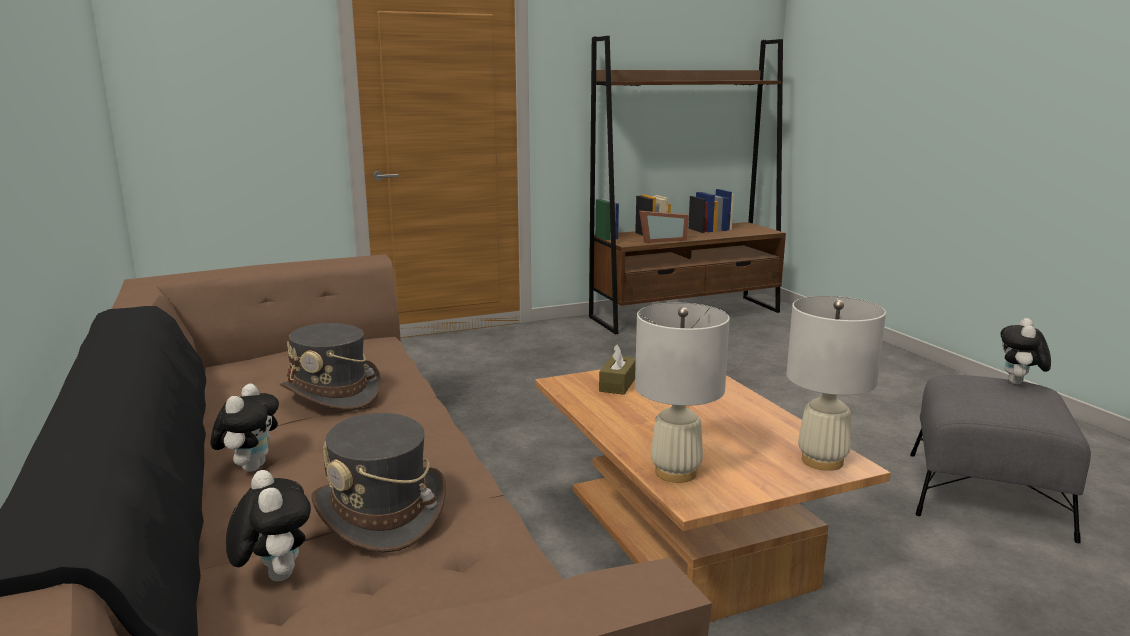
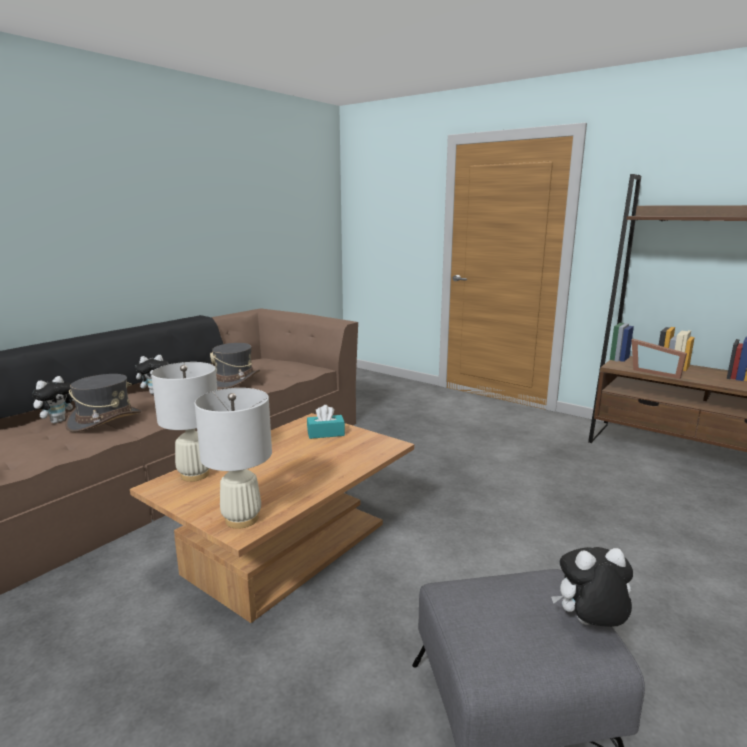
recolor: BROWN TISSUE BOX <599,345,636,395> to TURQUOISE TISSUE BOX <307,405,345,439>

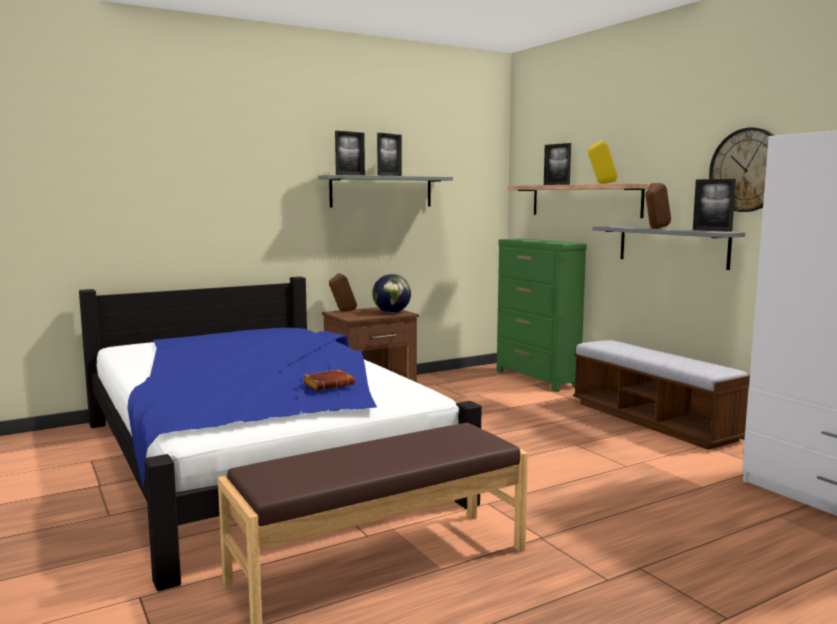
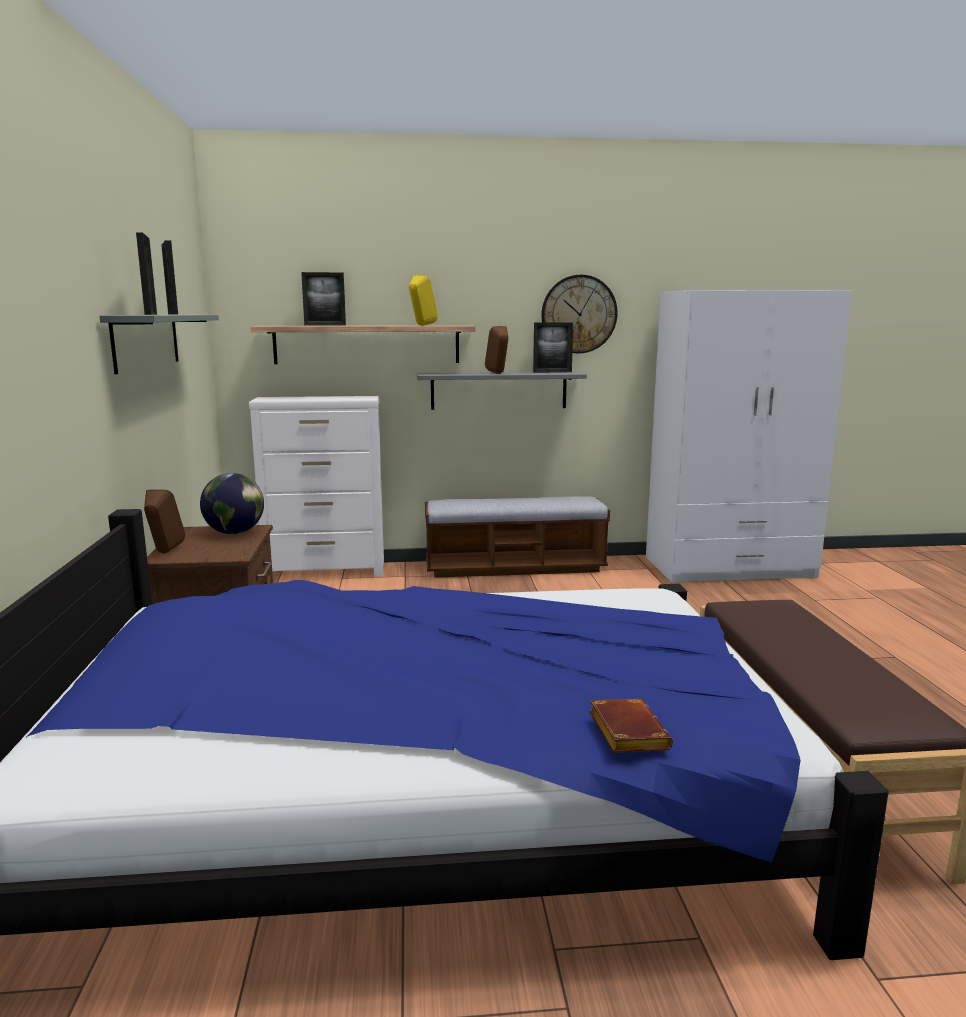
move: BROWN BOOK <303,369,355,391> to <589,699,673,753>
recolor: GREEN DRESSER <497,238,587,392> to WHITE DRESSER <249,396,384,576>

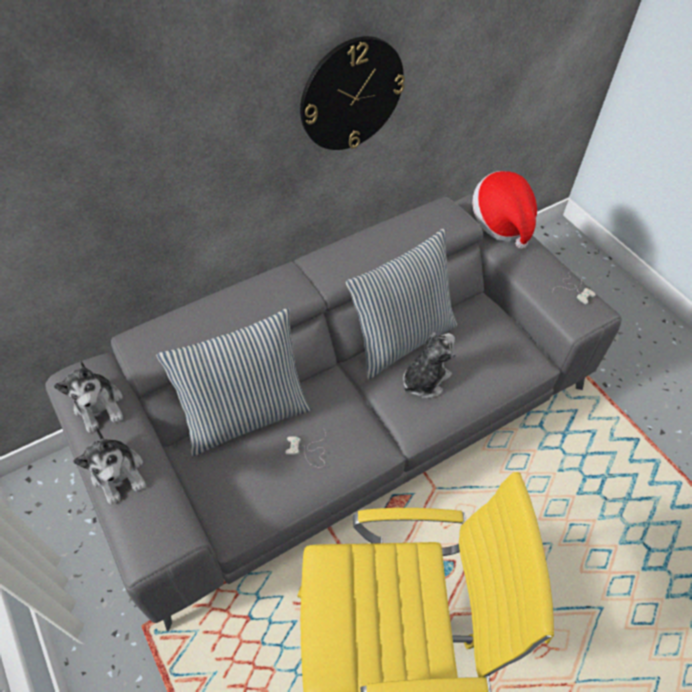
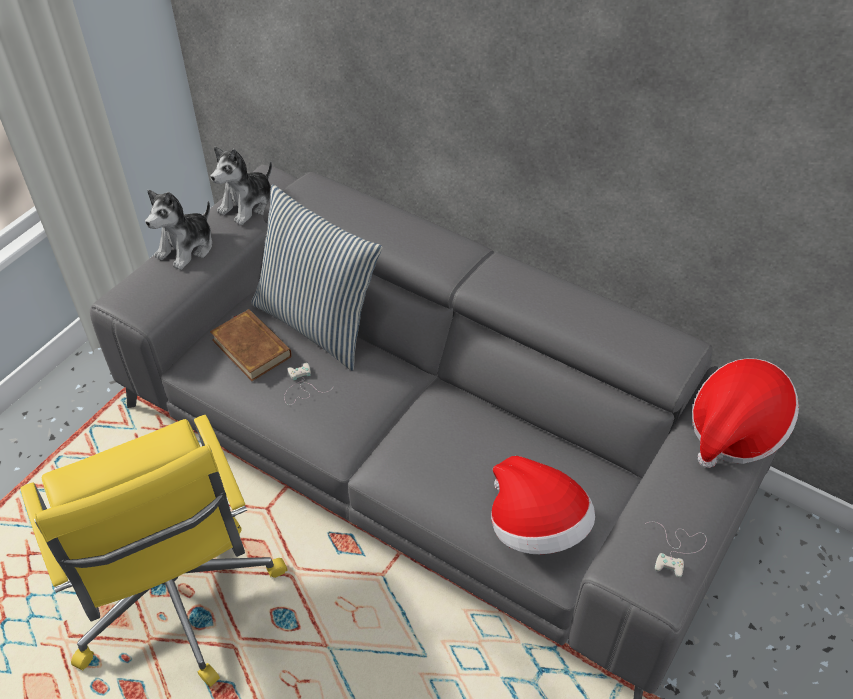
delete: WALL CLOCK <300,36,405,150>; PILLOW <346,228,457,379>; PLUSH TOY <403,333,455,398>
insert: BROWN BOOK <210,309,292,381>; HAT <491,456,595,554>

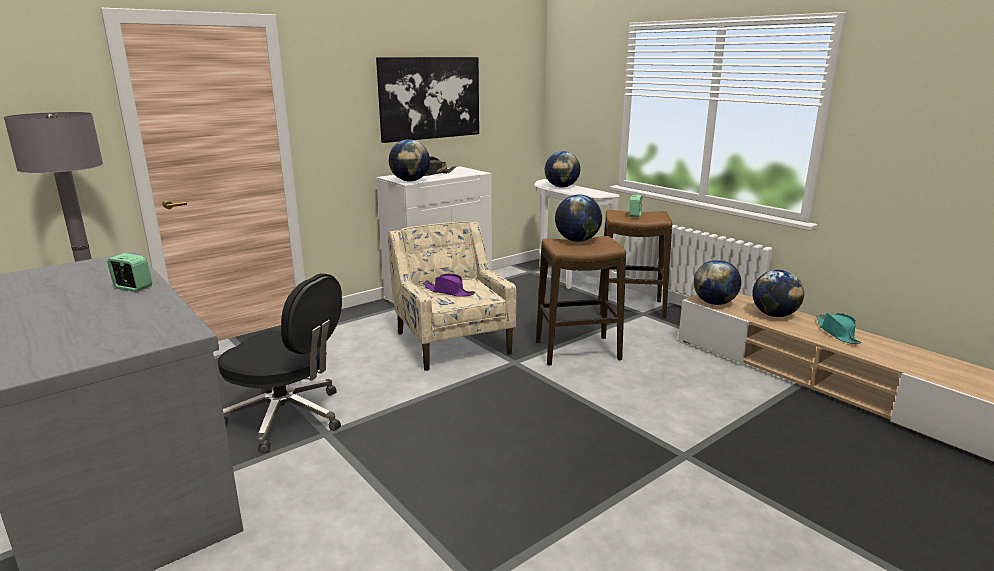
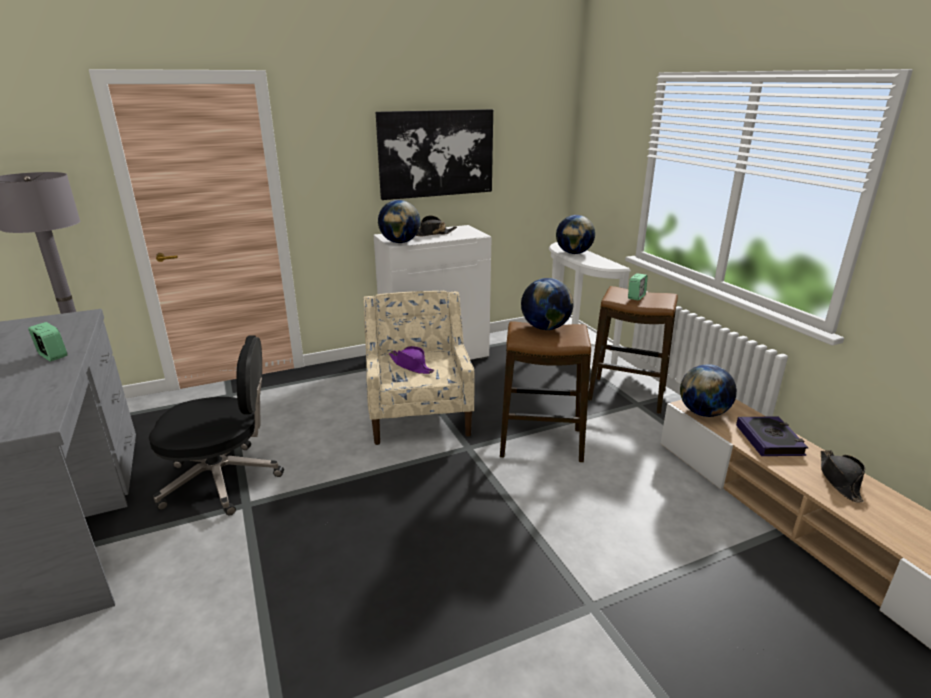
replace: GLOBE <752,270,804,317> to BOOK <736,416,809,456>
recolor: TURQUOISE HAT <816,313,861,344> to BLACK HAT <821,450,865,503>
rotate: BLACK OFFICE CHAIR <218,273,342,453> = <149,335,284,516> 45 degrees counterclockwise

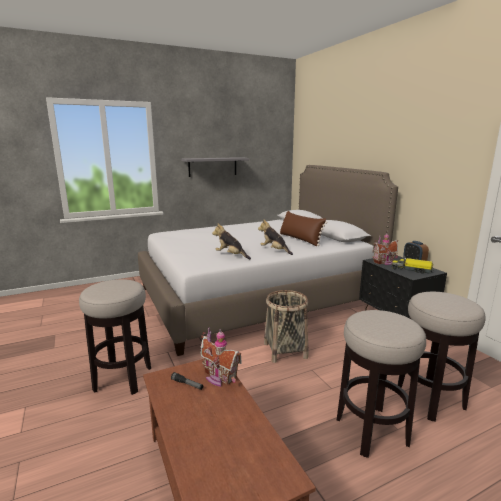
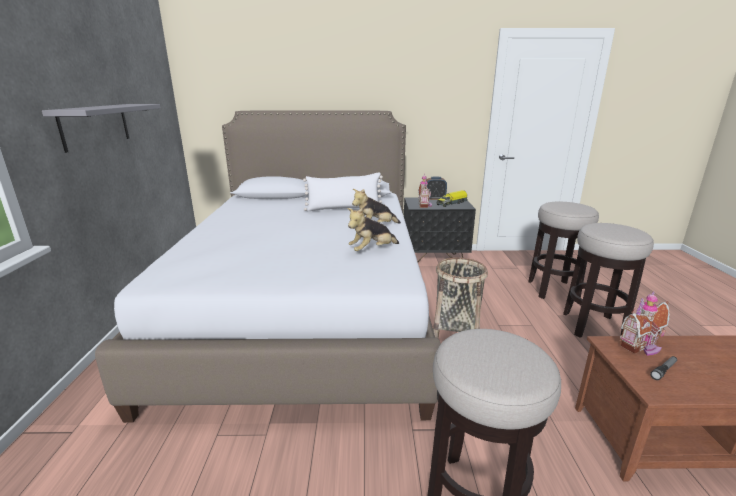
recolor: BROWN PILLOW <280,211,328,246> to WHITE PILLOW <303,172,383,211>

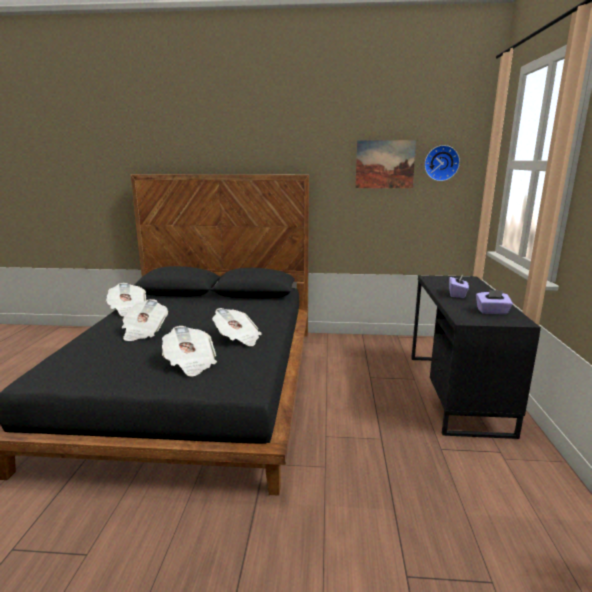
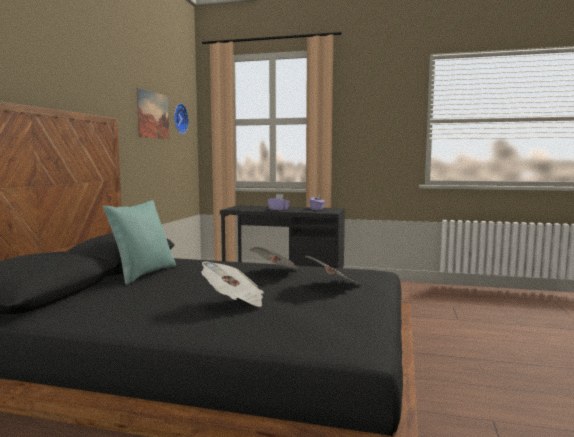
delete: NEWSPAPER <106,283,146,317>
insert: TURQUOISE PILLOW <103,200,176,285>

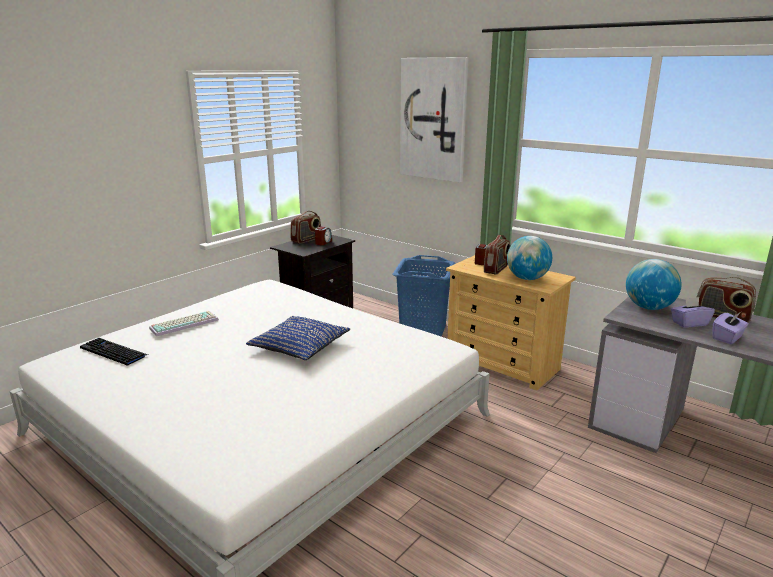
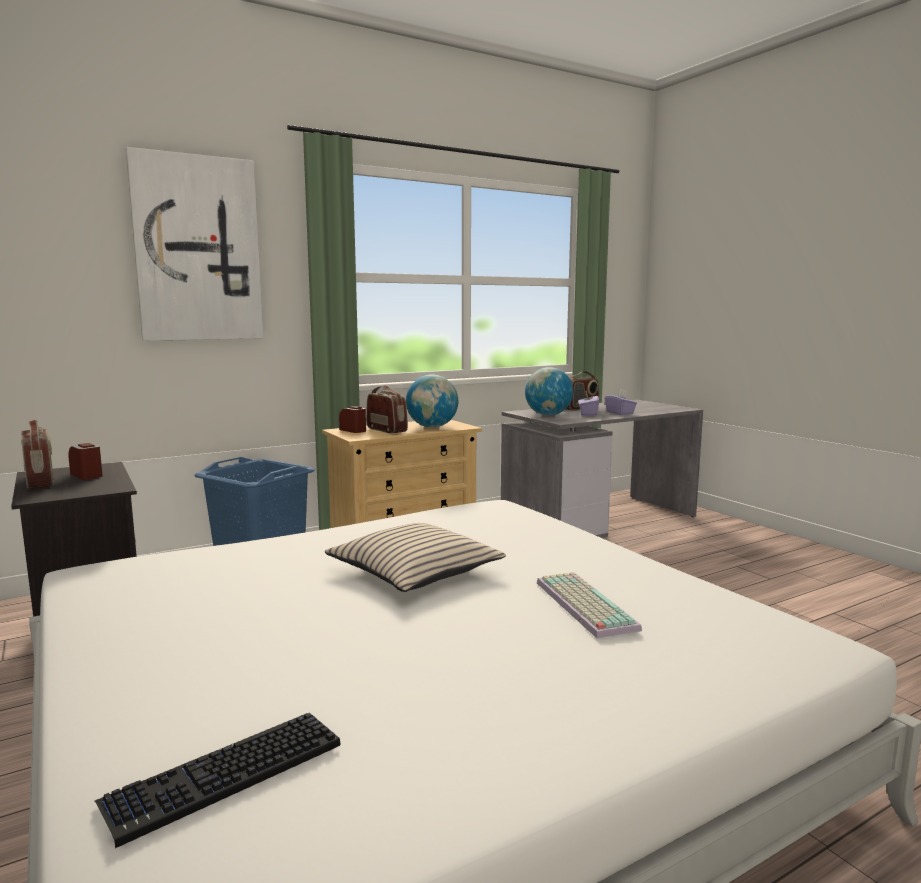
move: KEYBOARD <149,311,219,337> to <537,572,642,638>
recolor: BLUE PILLOW <246,316,350,360> to BEIGE PILLOW <325,523,506,592>

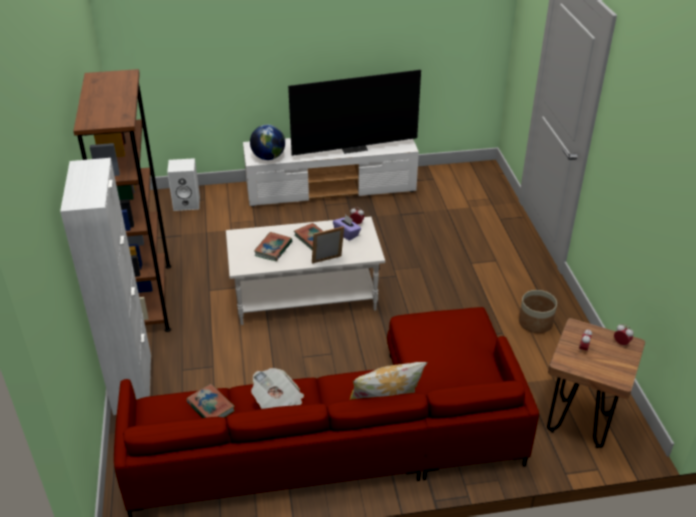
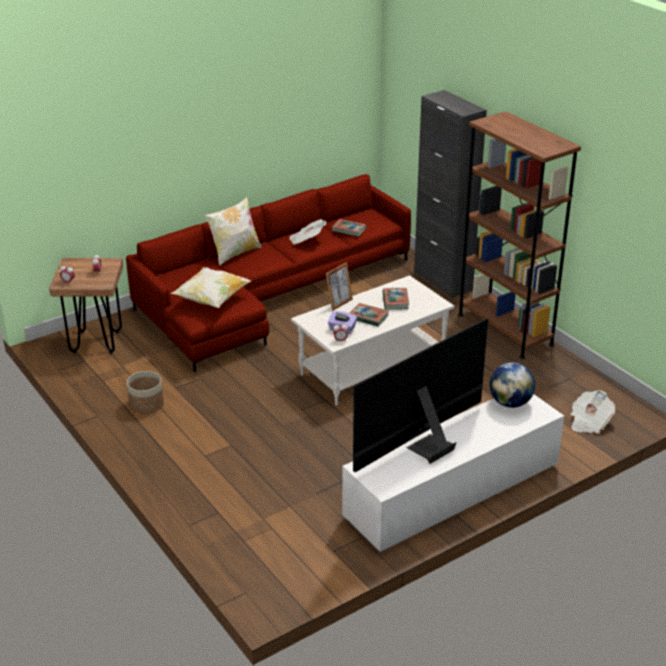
insert: PILLOW <171,267,251,308>
replace: WHITE SPEAKER <167,158,200,211> to NEWSPAPER <571,390,615,434>
recolor: WHITE CABINET <60,158,151,415> to BLACK CABINET <414,90,487,298>

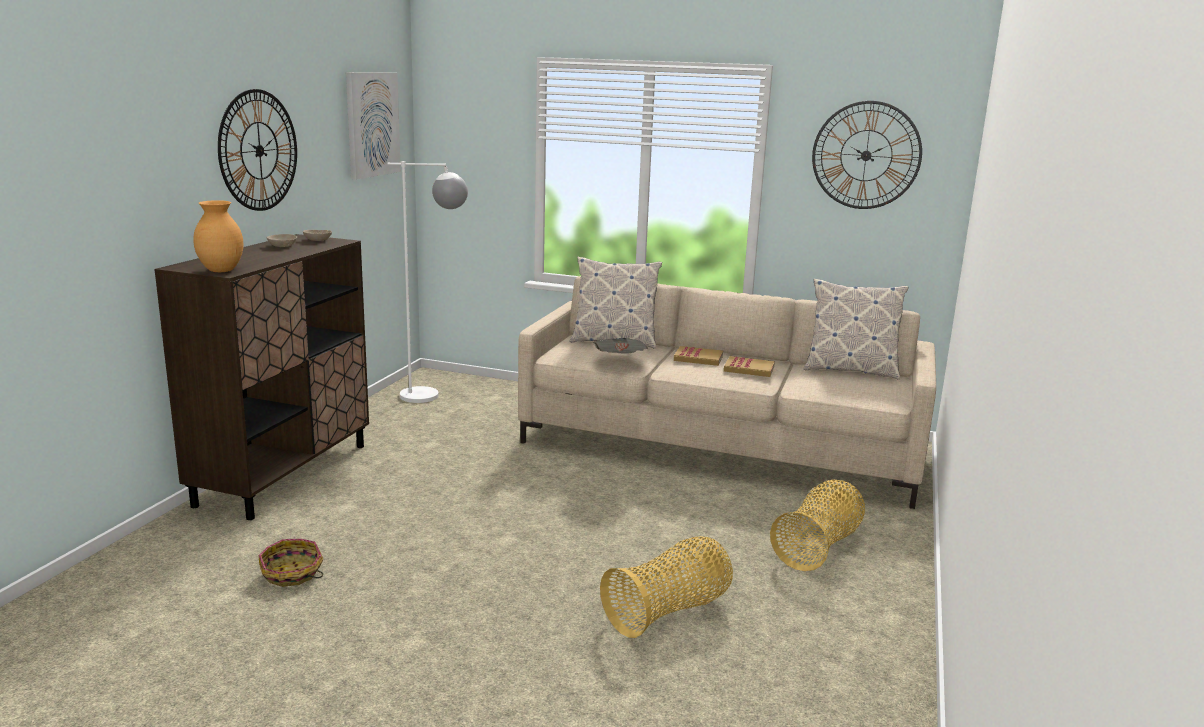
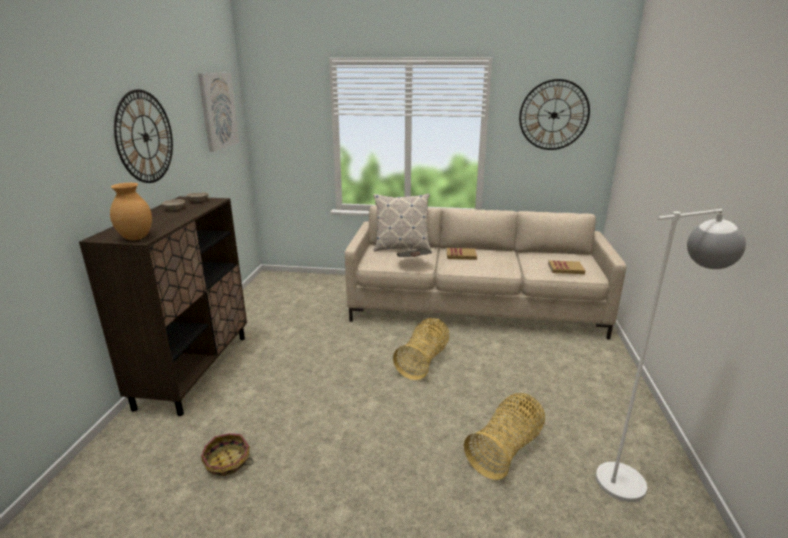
delete: PILLOW <803,279,908,380>
move: WHITE FLOOR LAMP <388,161,468,403> to <596,209,746,502>; BOOK <724,356,775,377> to <548,260,585,274>; BASKET <770,479,865,571> to <393,318,449,380>

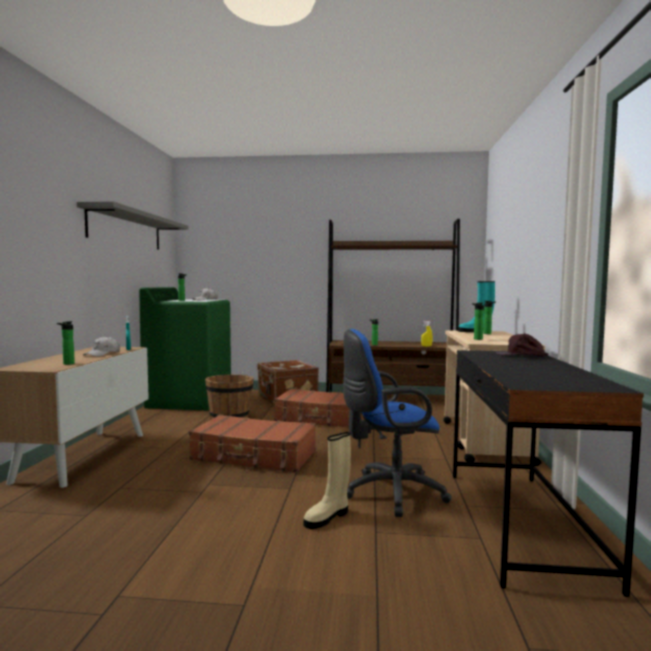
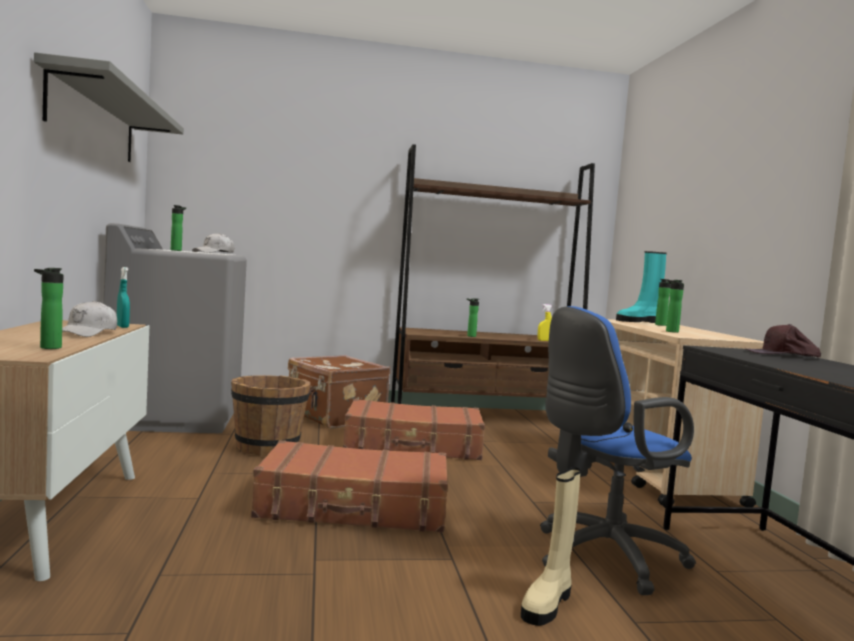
recolor: GREEN WASHING MACHINE <139,287,231,410> to GREY WASHING MACHINE <103,223,247,433>

